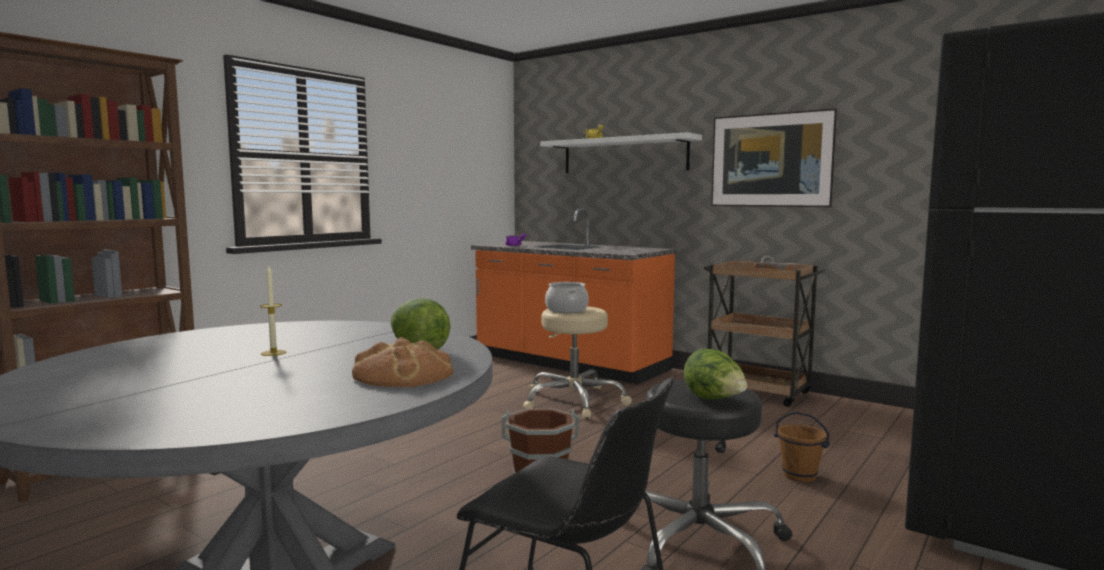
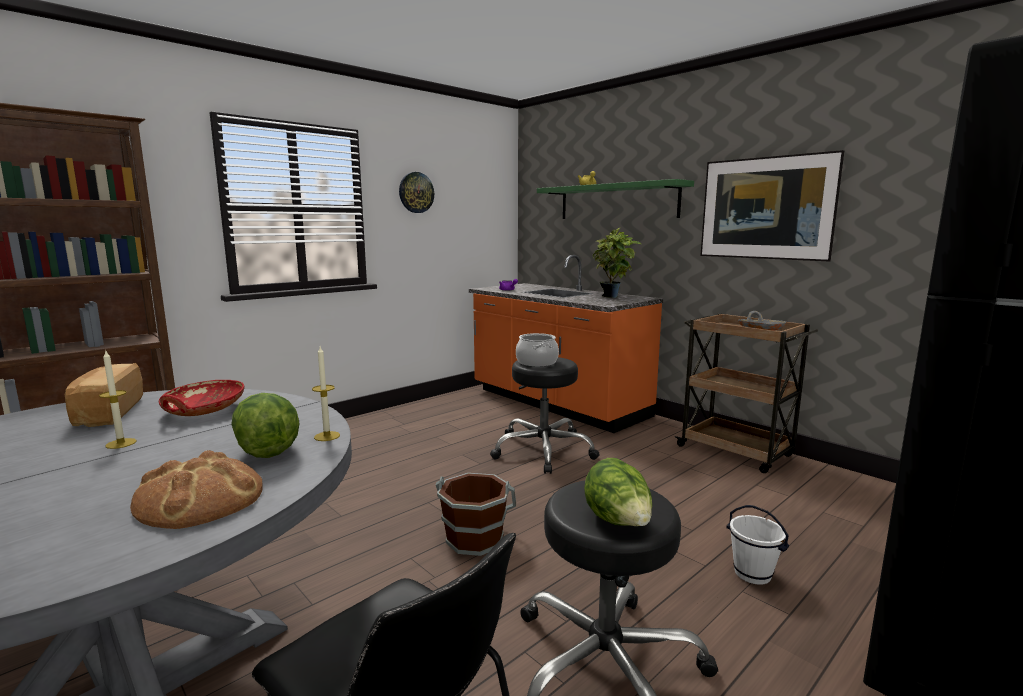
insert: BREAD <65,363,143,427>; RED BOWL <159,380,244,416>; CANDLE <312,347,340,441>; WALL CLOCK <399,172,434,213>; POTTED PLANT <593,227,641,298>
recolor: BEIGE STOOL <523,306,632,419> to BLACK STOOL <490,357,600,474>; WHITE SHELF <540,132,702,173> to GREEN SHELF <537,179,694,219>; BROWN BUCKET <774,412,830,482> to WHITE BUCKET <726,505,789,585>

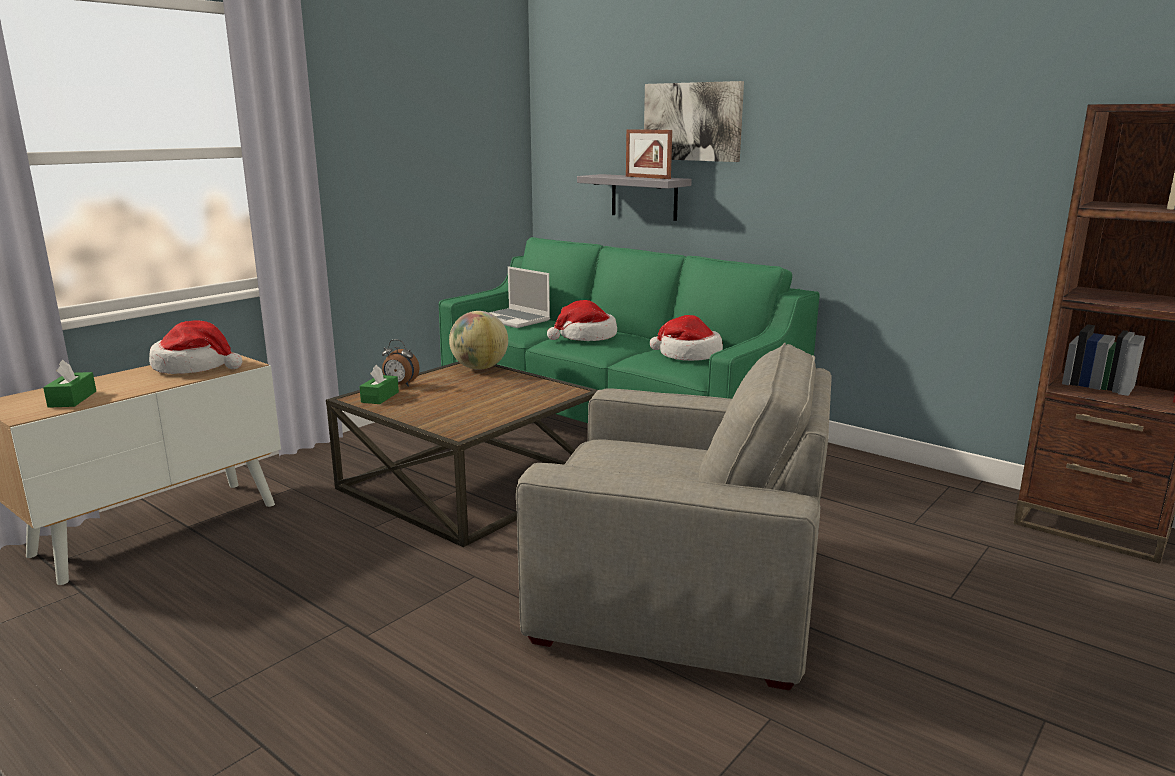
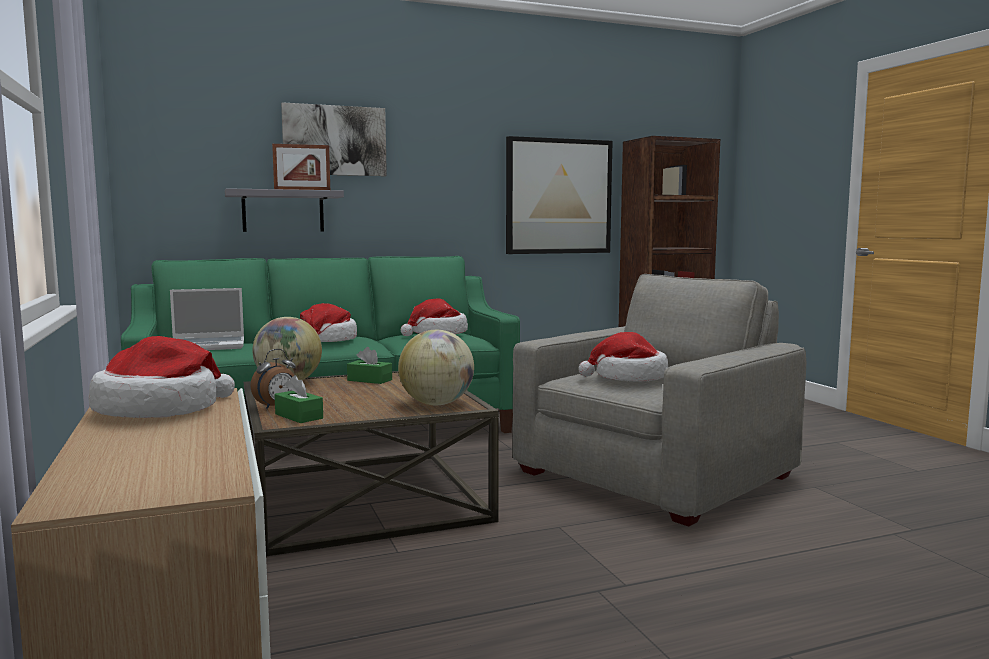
insert: GLOBE <398,330,474,405>; PICTURE <506,136,613,254>; HAT <579,332,668,382>
move: GREEN TISSUE BOX <43,360,96,408> to <347,347,392,384>

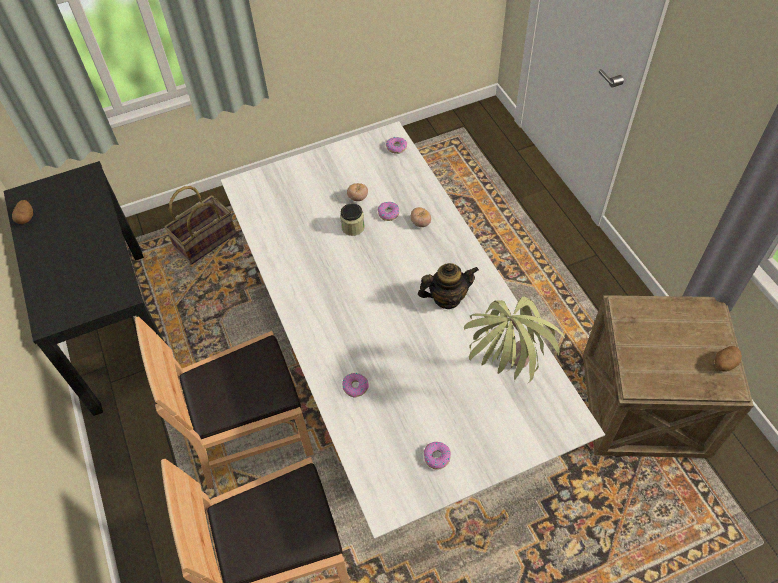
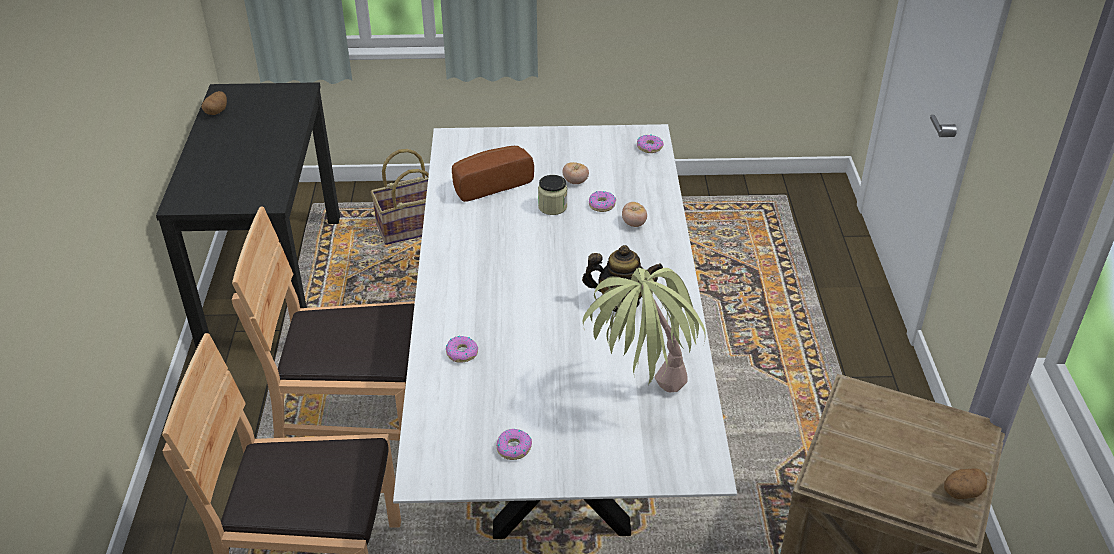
insert: BREAD <452,146,534,202>

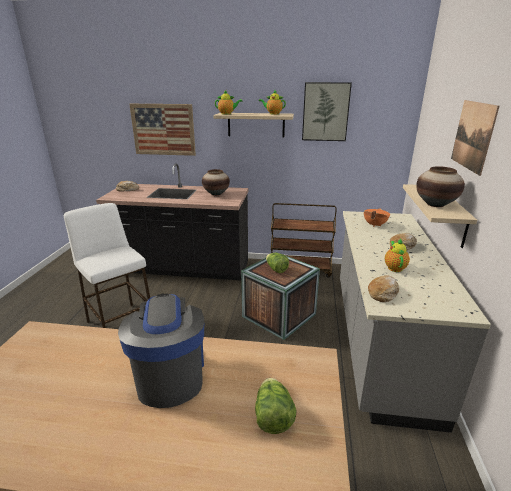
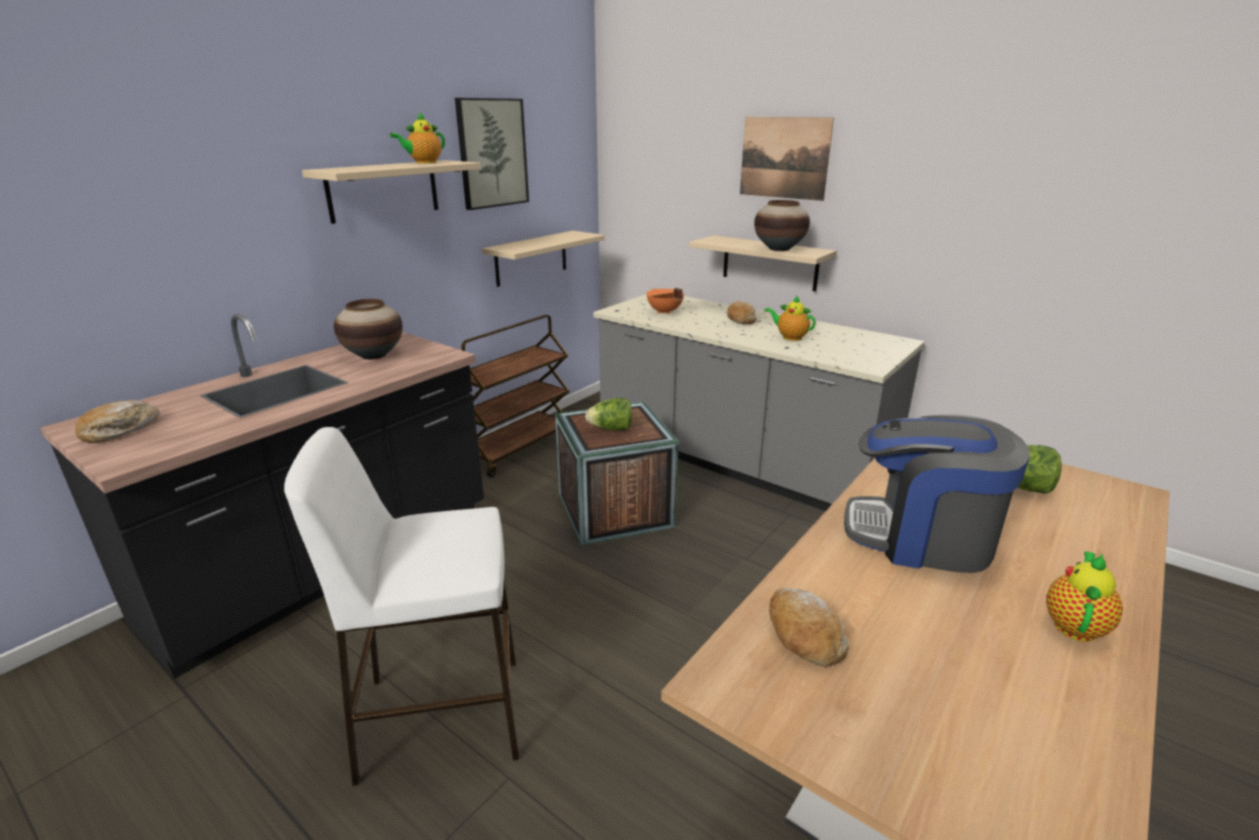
delete: PICTURE <129,104,196,156>
insert: BEIGE SHELF <482,231,605,287>
move: TEAPOT <215,90,243,115> to <1046,551,1123,642>; BREAD <368,275,399,302> to <769,588,849,666>

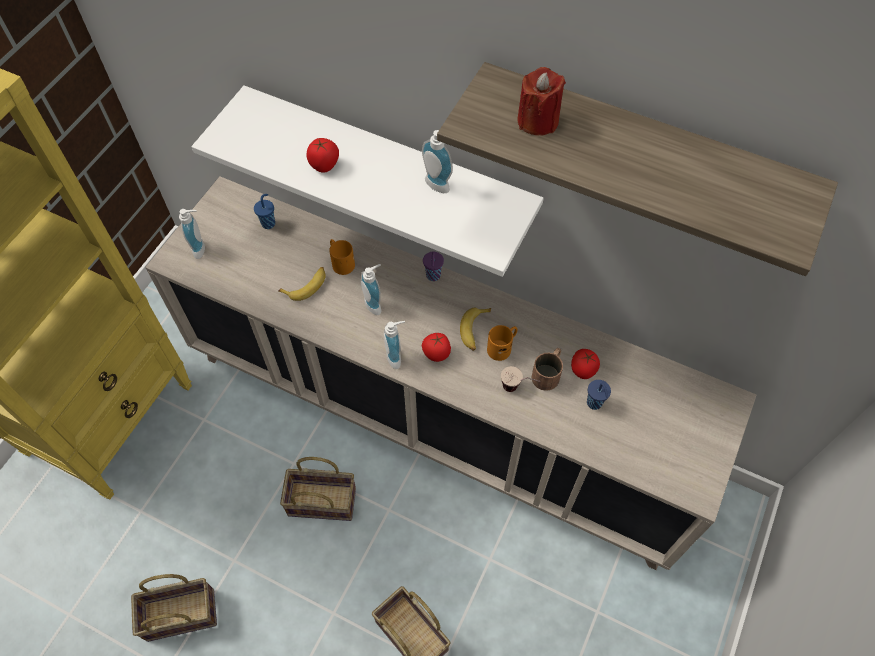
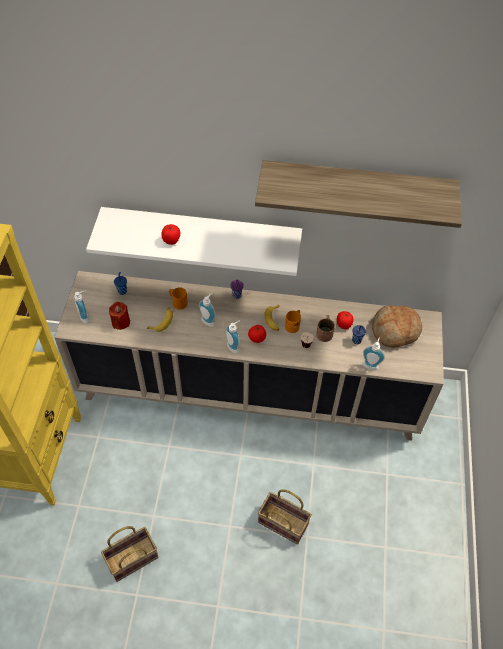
delete: BASKET <280,457,356,521>
insert: BREAD <372,305,422,348>
move: SOAP DISPENSER <422,130,453,193> to <362,337,385,371>; RED CANDLE <517,67,566,136> to <109,302,130,330>

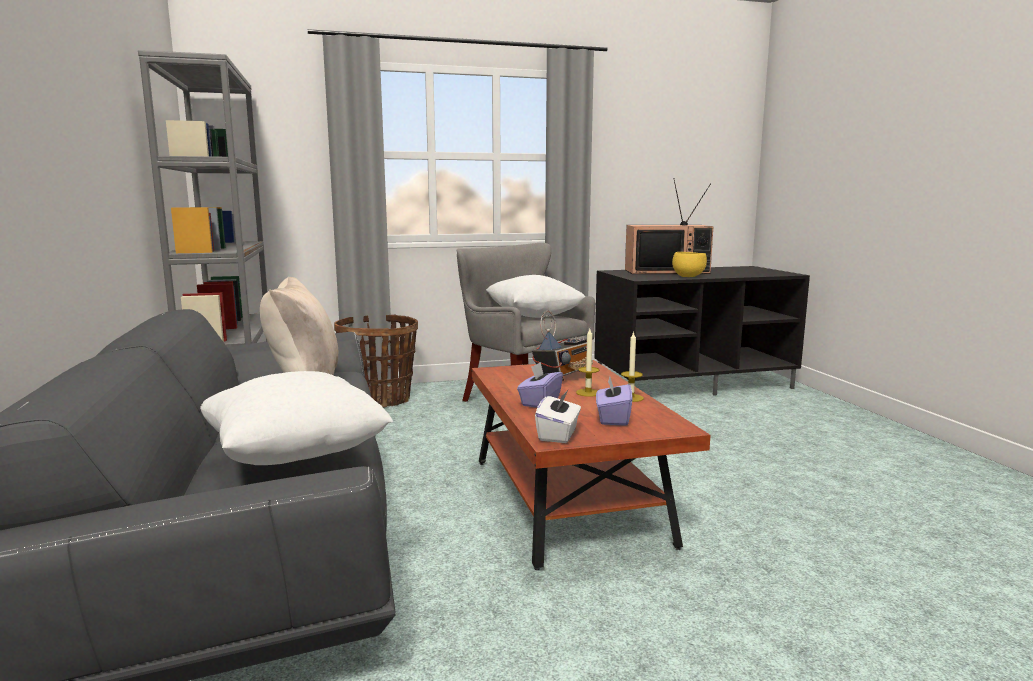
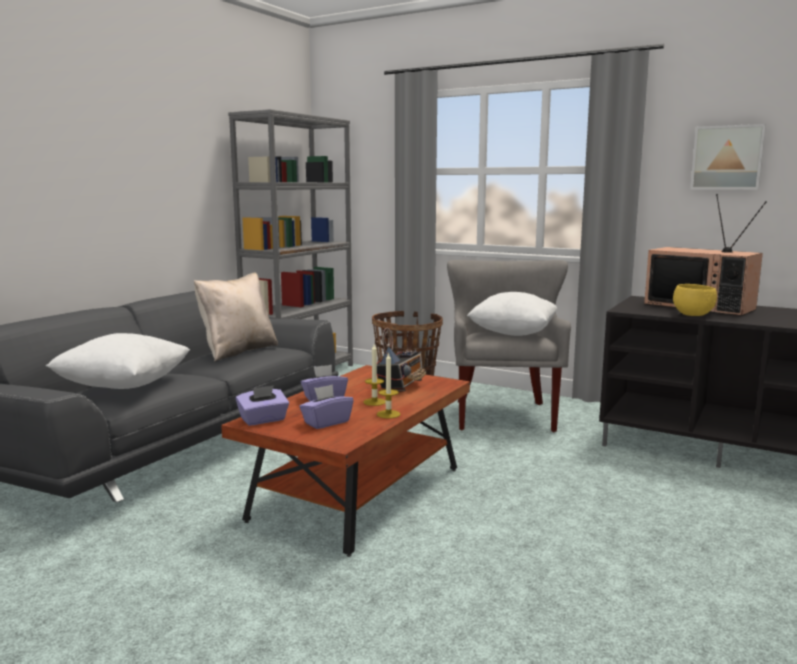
insert: PICTURE <690,124,766,190>
recolor: WHITE TISSUE BOX <535,390,581,443> to PURPLE TISSUE BOX <236,385,289,426>
rotate: RADIO <532,311,593,381> = <377,328,426,392> 60 degrees counterclockwise

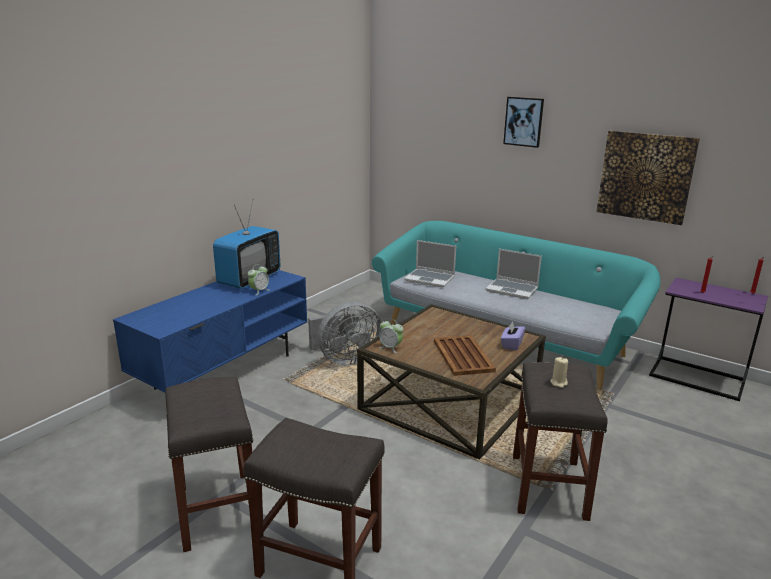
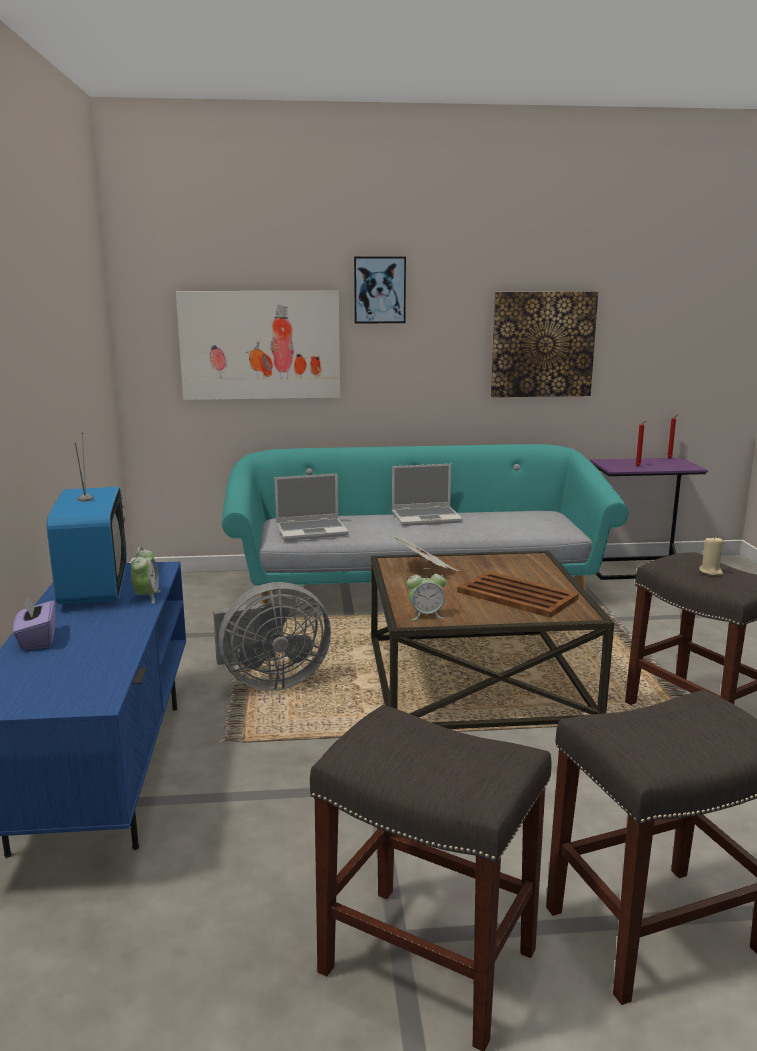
insert: PICTURE <176,291,340,400>; NEWSPAPER <391,537,460,571>
move: PURPLE TISSUE BOX <501,322,525,351> to <13,596,56,650>
rotate: GREY FAN <308,301,382,365> = <213,582,331,691> 45 degrees clockwise

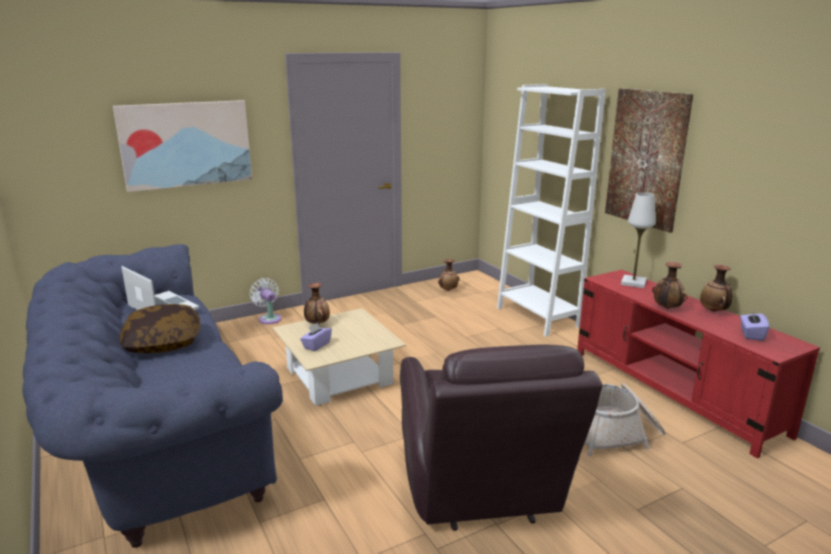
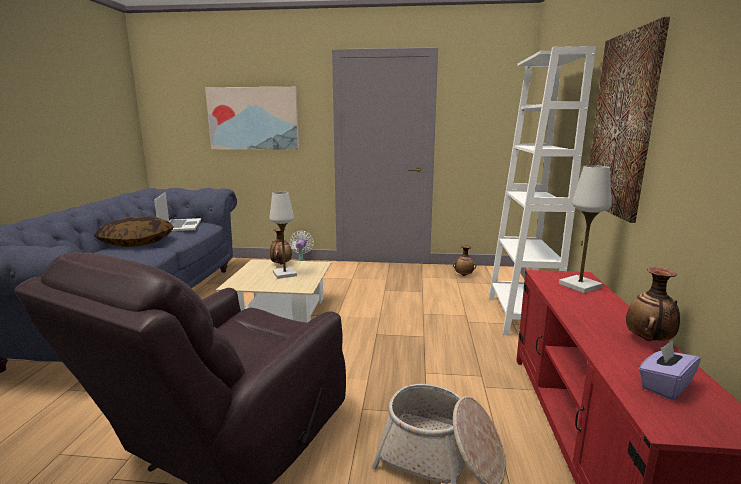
delete: PURPLE TISSUE BOX <300,322,332,351>; VASE <652,262,687,309>
insert: WHITE TABLE LAMP <269,192,297,279>

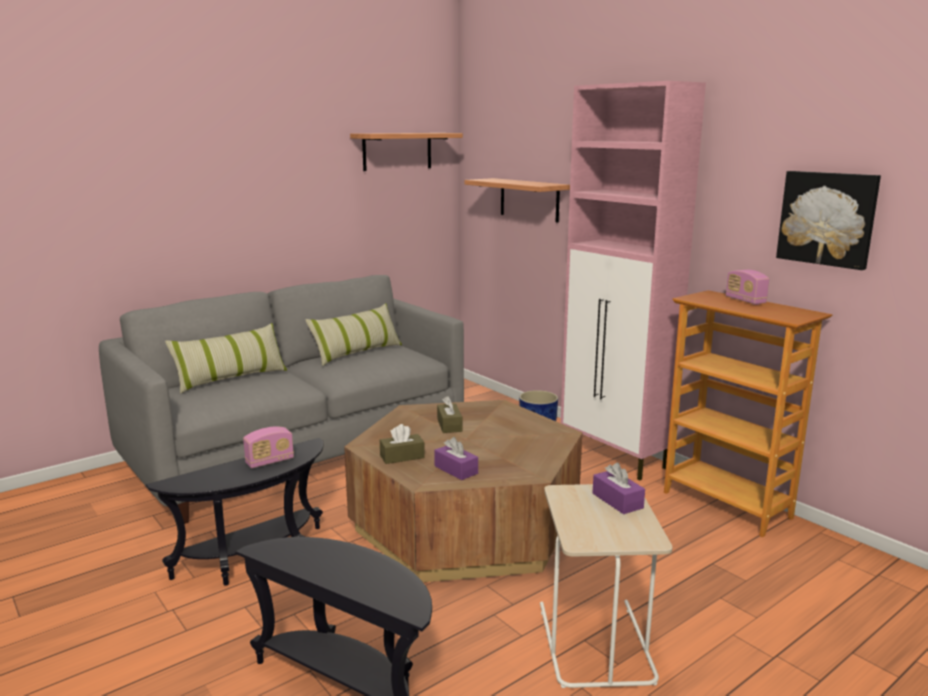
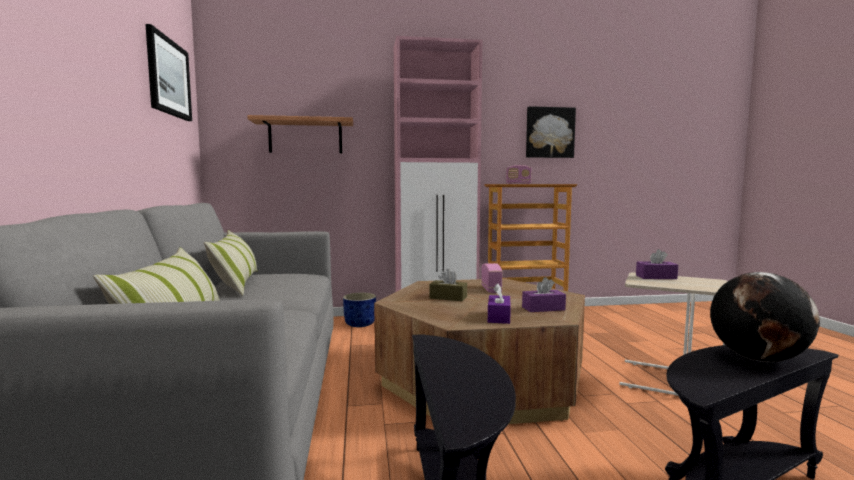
insert: GLOBE <710,272,820,362>
move: RADIO <243,426,294,468> to <481,263,502,293>
replace: SHELF <350,133,463,171> to PICTURE <145,24,192,121>
recolor: BROWN TISSUE BOX <380,424,425,464> to PURPLE TISSUE BOX <488,283,511,324>

